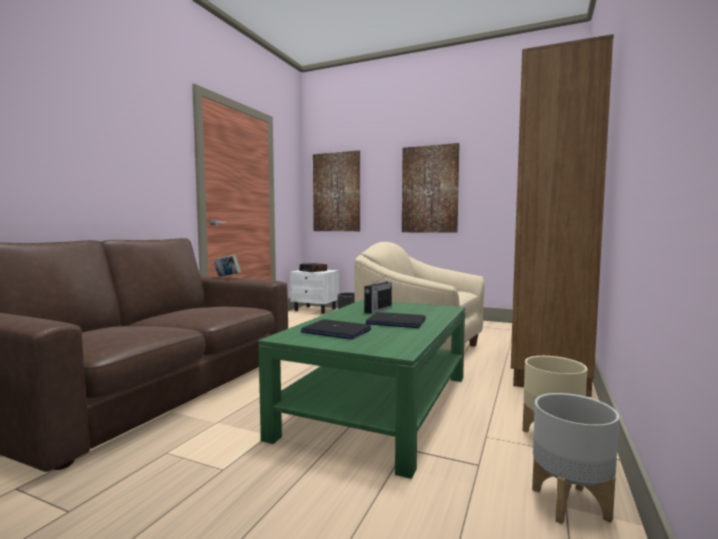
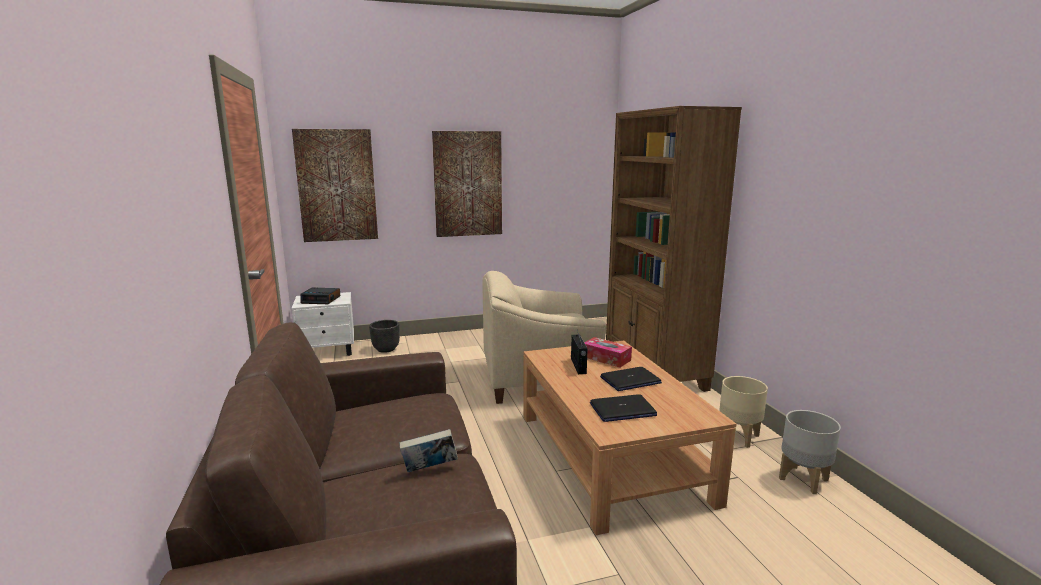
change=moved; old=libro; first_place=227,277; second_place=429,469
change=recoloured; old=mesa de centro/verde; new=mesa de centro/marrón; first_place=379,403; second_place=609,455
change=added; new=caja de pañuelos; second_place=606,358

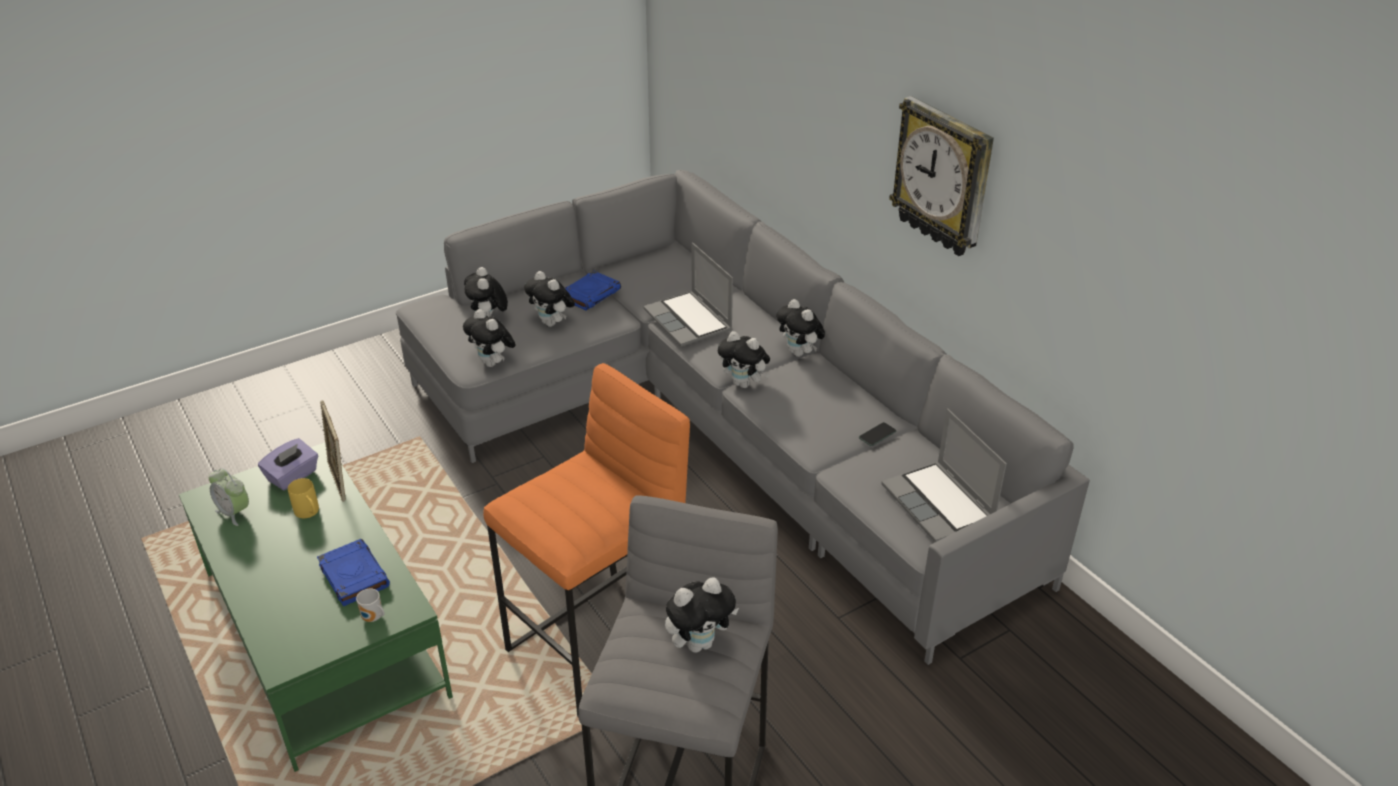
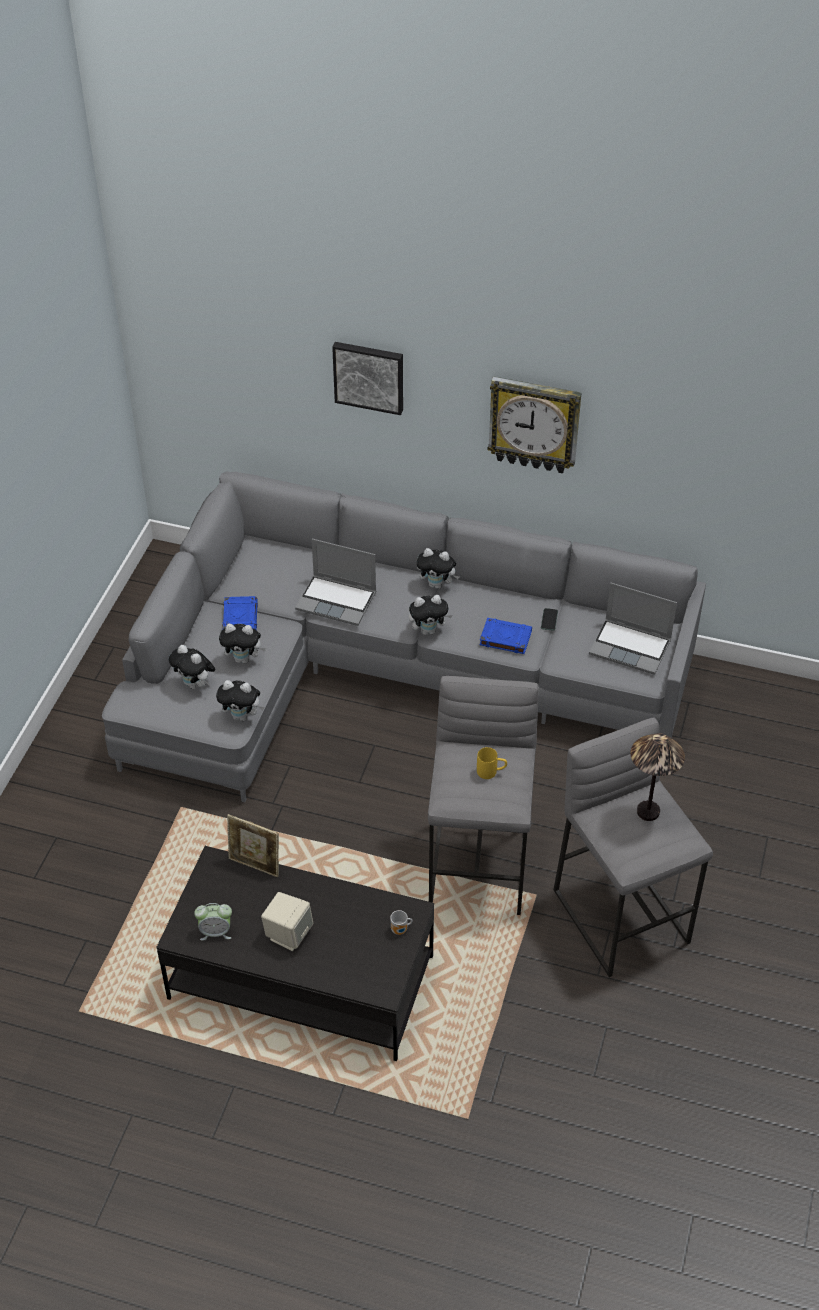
change=recoloured; old=mesa de centro/verde; new=mesa de centro/negro; first_place=324,634; second_place=302,977
change=removed; old=caja de pañuelos/morado; first_place=293,476
change=moved; old=taza grande/amarillo; first_place=309,513; second_place=491,772
change=moved; old=libro/azul; first_place=353,575; second_place=505,638
change=recoloured; old=taburete/naranja; new=taburete/gris; first_place=600,646; second_place=480,866
change=replaced; old=peluche; new=lámpara de mesa; first_place=699,643; second_place=647,811
change=added; new=altavoz/beis; second_place=288,934
change=added; new=cuadro; second_place=369,376

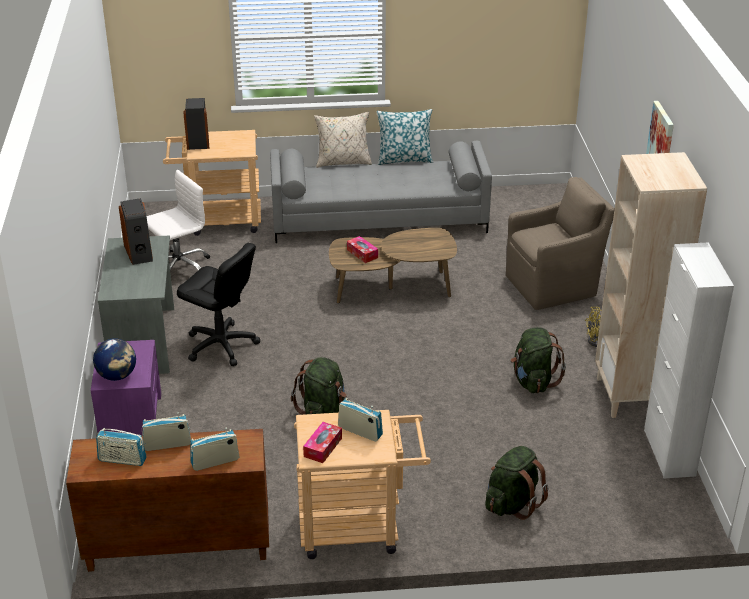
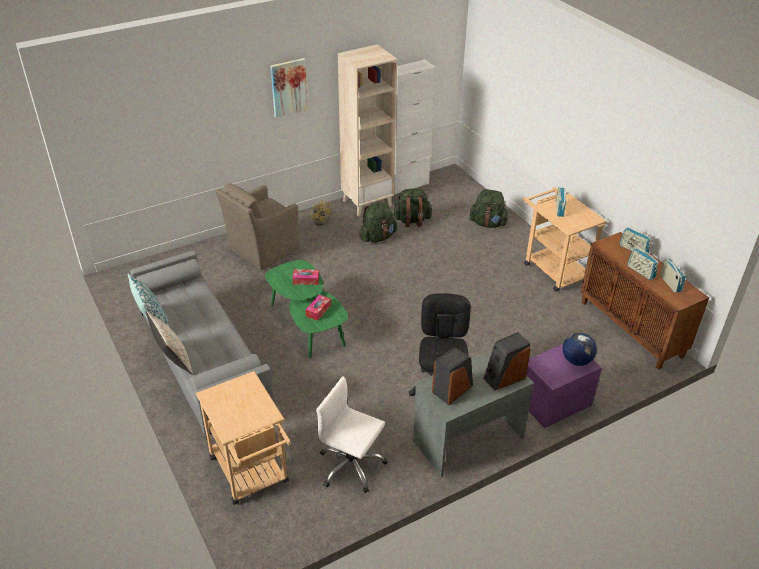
change=moved; old=altavoz; first_place=198,141; second_place=504,377
change=moved; old=mochila/verde; first_place=322,412; second_place=412,221
change=moved; old=caja de pañuelos; first_place=323,447; second_place=306,280
change=recoloured; old=mesa de centro/marrón; new=mesa de centro/verde; first_place=392,287; second_place=307,323
change=turned; old=sillón/marrón; first_place=553,285; second_place=262,250; degrees=-90

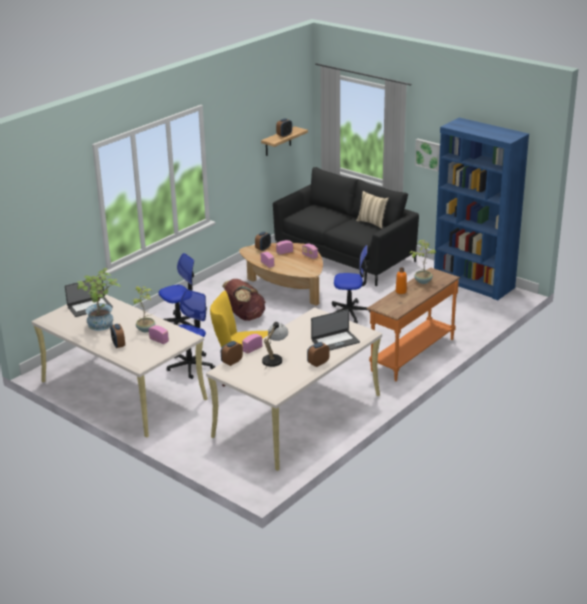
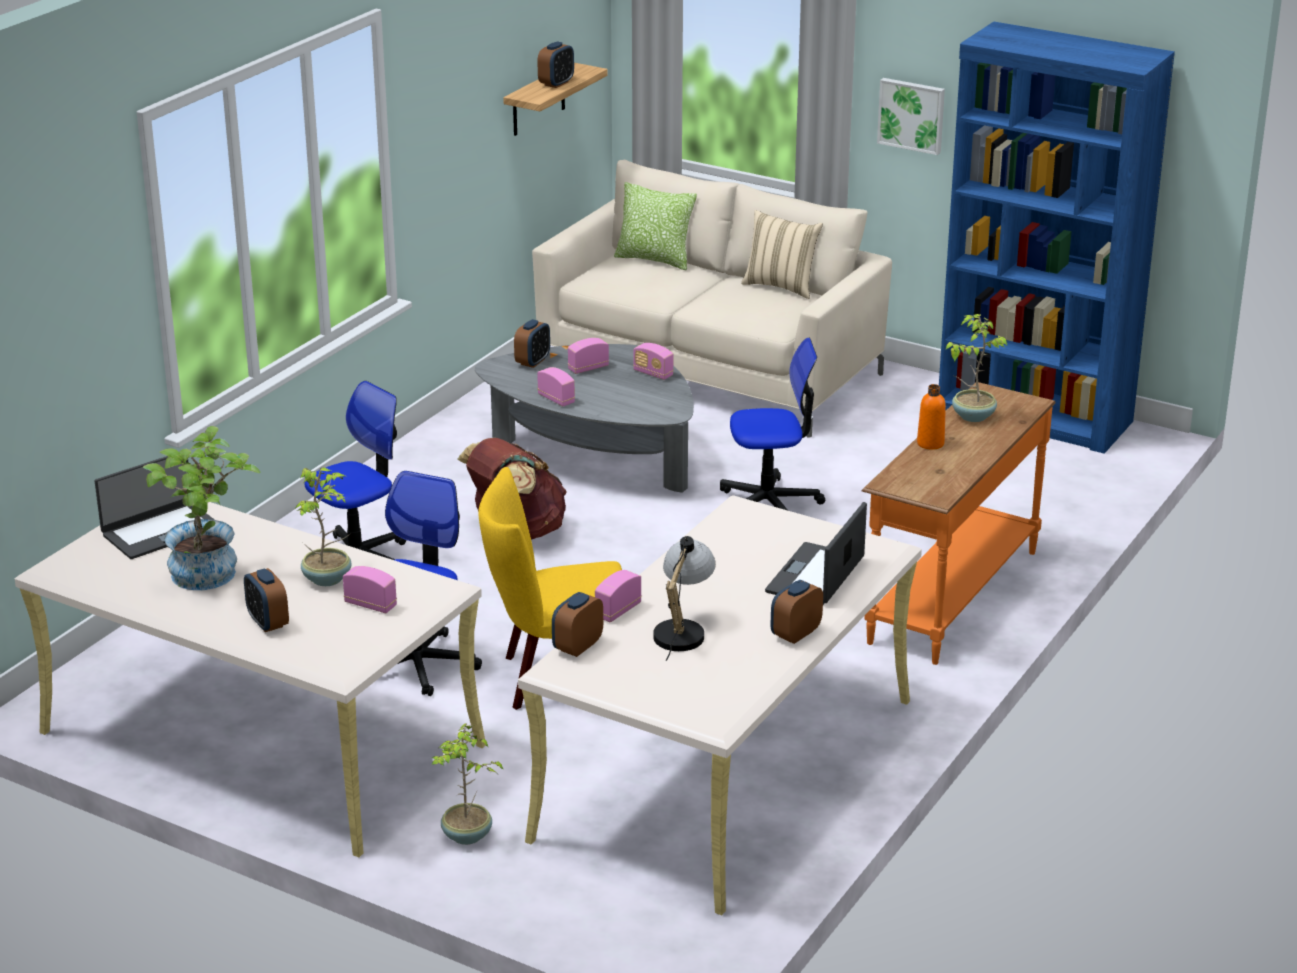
change=recoloured; old=mesa de centro/marrón; new=mesa de centro/gris; first_place=286,289; second_place=595,458
change=recoloured; old=sofá/negro; new=sofá/beis; first_place=344,255; second_place=710,370
change=turned; old=portátil; first_place=335,341; second_place=816,576; degrees=150
change=added; new=planta en maceta; second_place=466,836
change=added; new=cojín; second_place=655,259

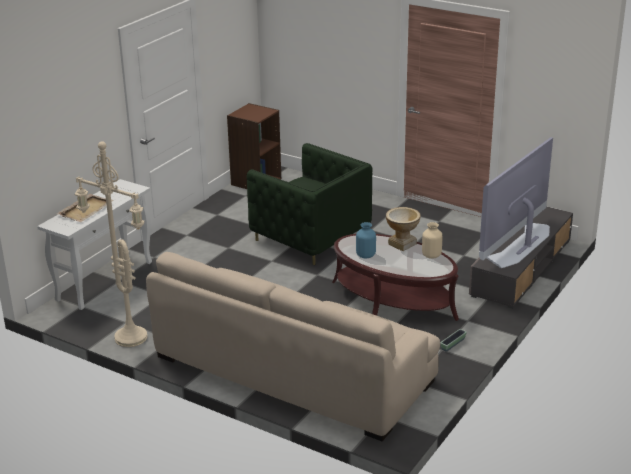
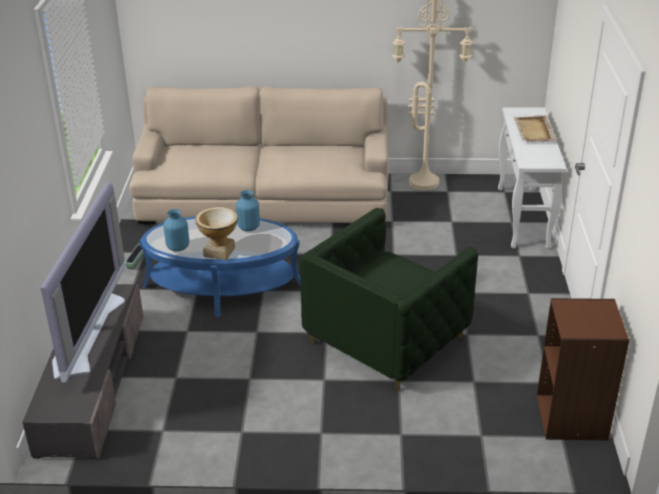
change=turned; old=sillón/verde; first_place=311,237; second_place=386,339; degrees=-60
change=recoloured; old=mesa de centro/marrón; new=mesa de centro/azul; first_place=393,300; second_place=223,287
change=recoloured; old=florero/beis; new=florero/azul; first_place=431,255; second_place=178,247

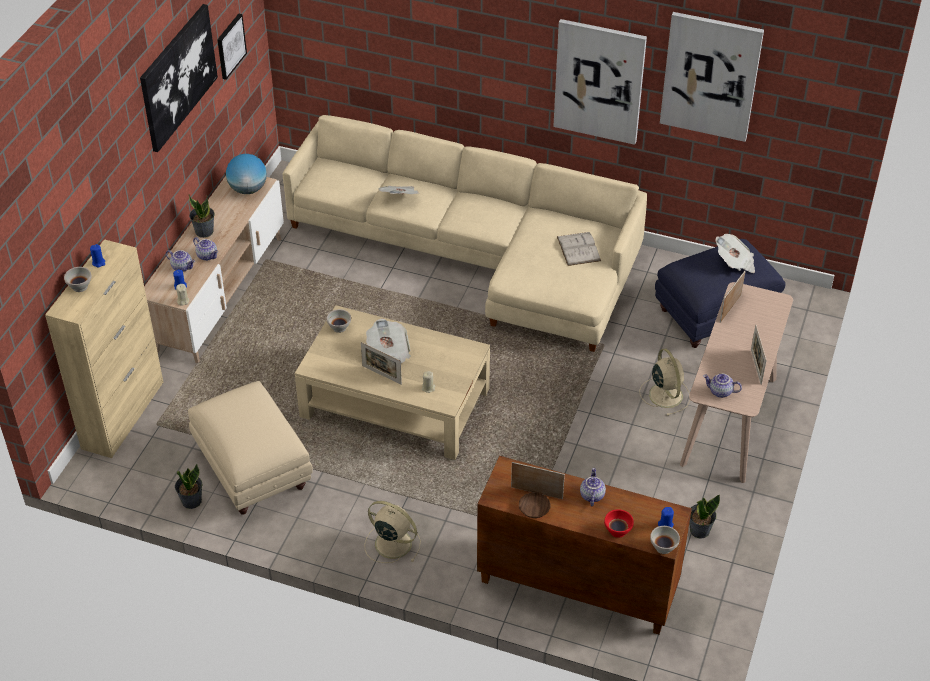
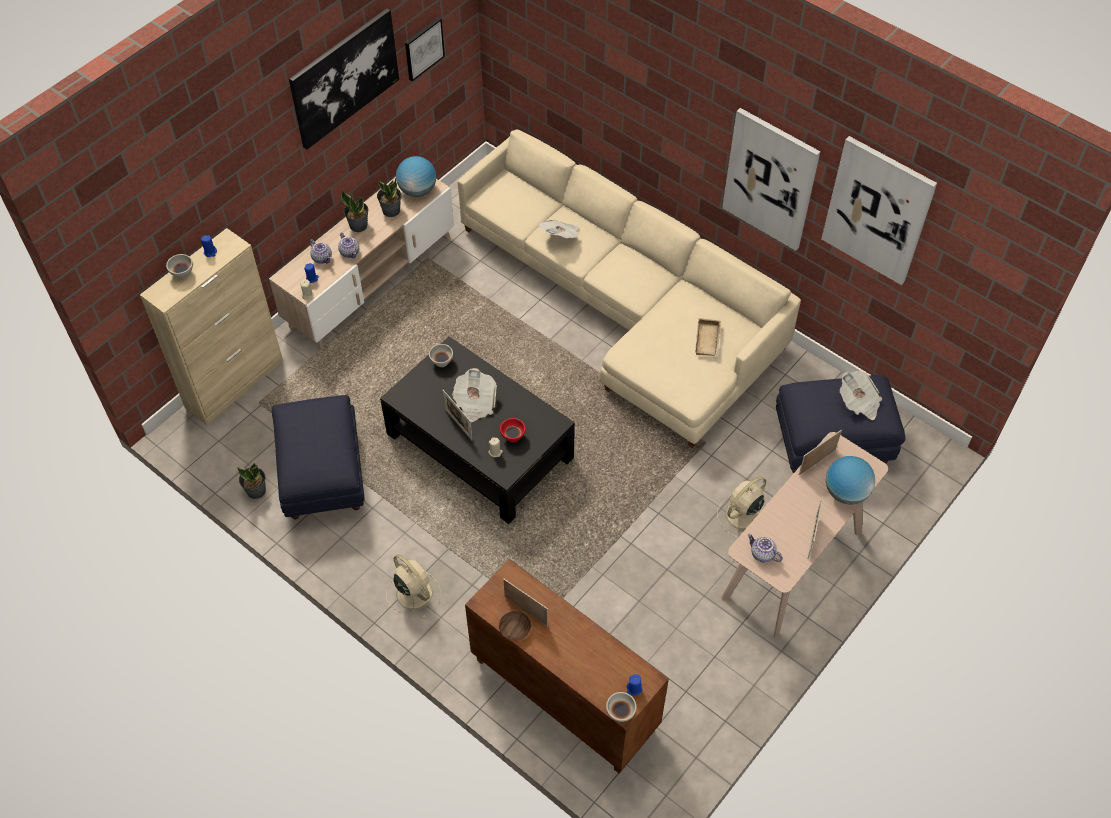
change=recoloured; old=puf/beis; new=puf/azul; first_place=254,470; second_place=323,476
change=recoloured; old=mesa de centro/beis; new=mesa de centro/negro; first_place=395,403; second_place=480,446
change=replaced; old=libro/blanco; new=bandeja/beis; first_place=578,248; second_place=708,340
change=removed; old=tetera; first_place=591,495
change=moved; old=cuenco/rojo; first_place=618,531; second_place=513,437
change=turned; old=ventilador/beis; first_place=665,394; second_place=741,515; degrees=-135
change=moved; old=planta en maceta; first_place=699,530; second_place=391,210
change=added; new=globo terráqueo; second_place=846,492

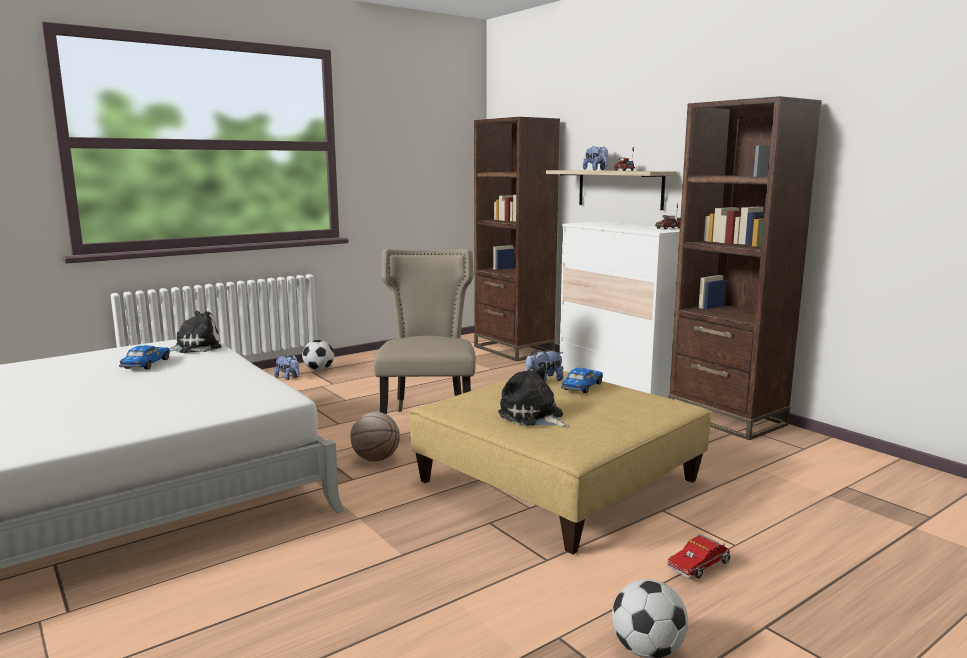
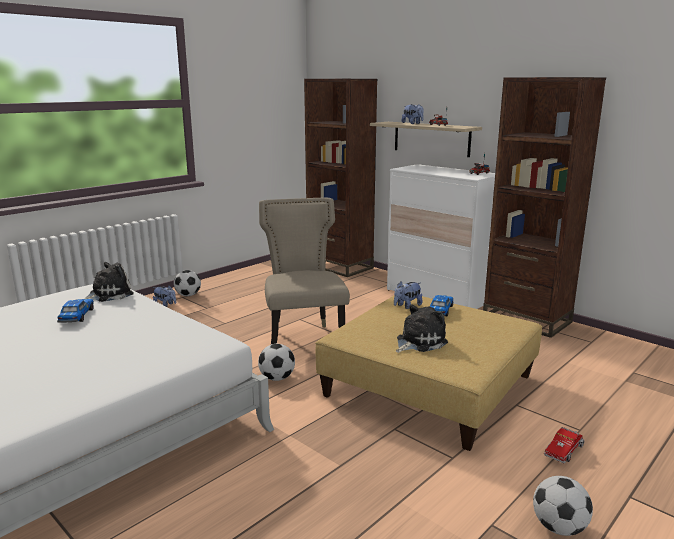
change=replaced; old=balón de baloncesto; new=balón de fútbol; first_place=376,459; second_place=277,378
change=turned; old=peluche; first_place=533,416; second_place=418,342; degrees=105

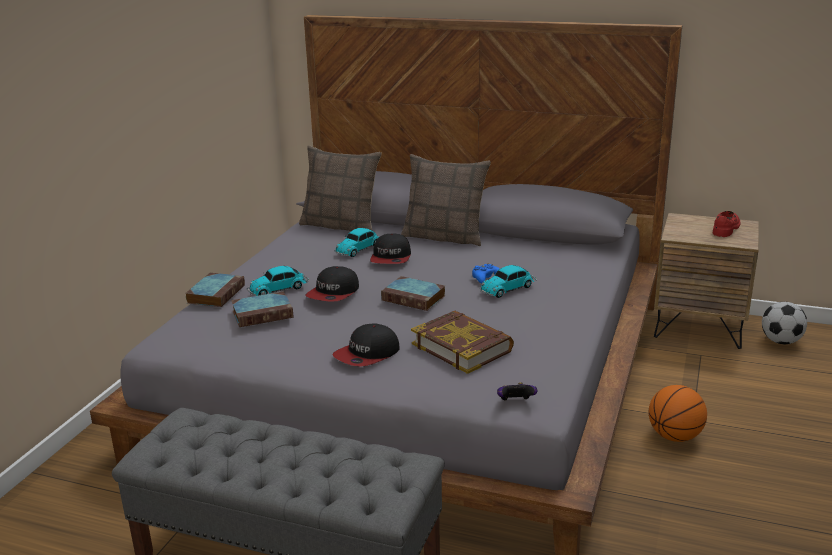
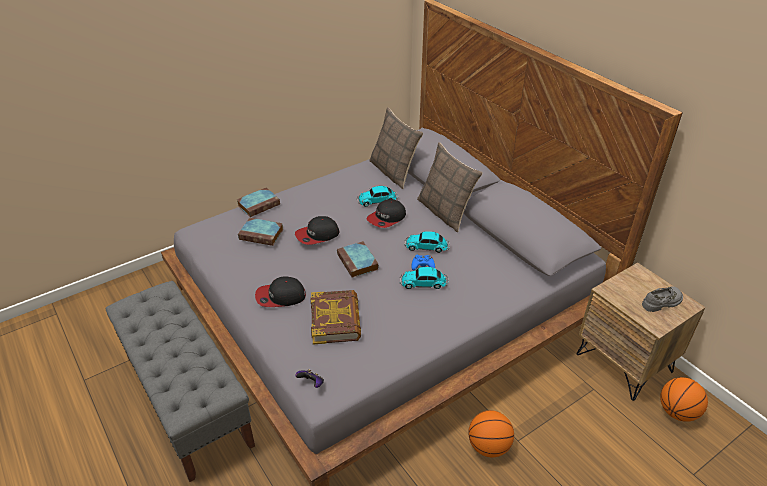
change=moved; old=coche de juguete; first_place=279,289; second_place=427,246
change=recoloured; old=zapato/rojo; new=zapato/gris; first_place=726,229; second_place=662,302
change=replaced; old=balón de fútbol; new=balón de baloncesto; first_place=781,341; second_place=677,412

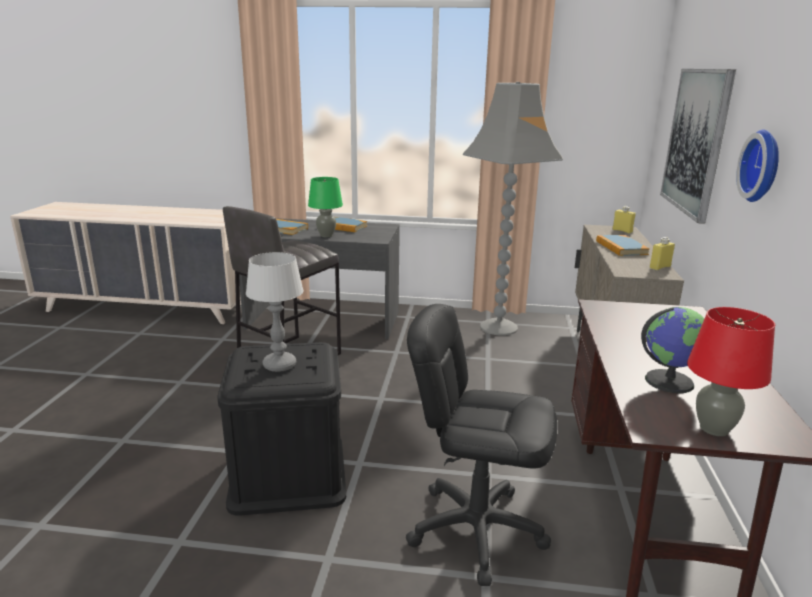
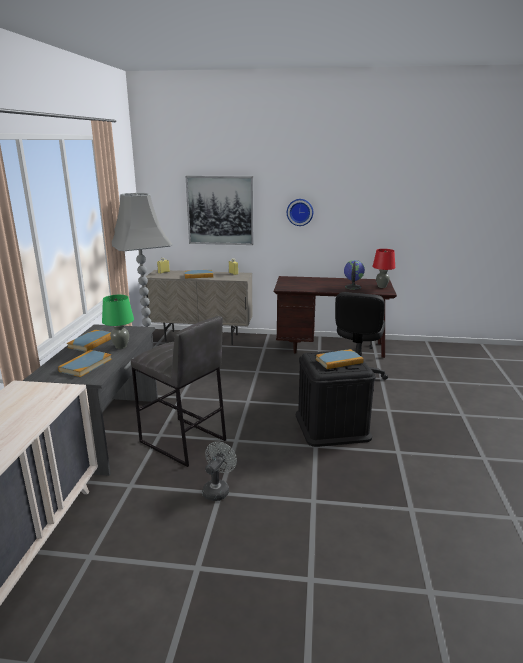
change=replaced; old=lámpara de mesa; new=libro; first_place=279,365; second_place=339,361
change=added; new=ventilador/gris; second_place=218,489

